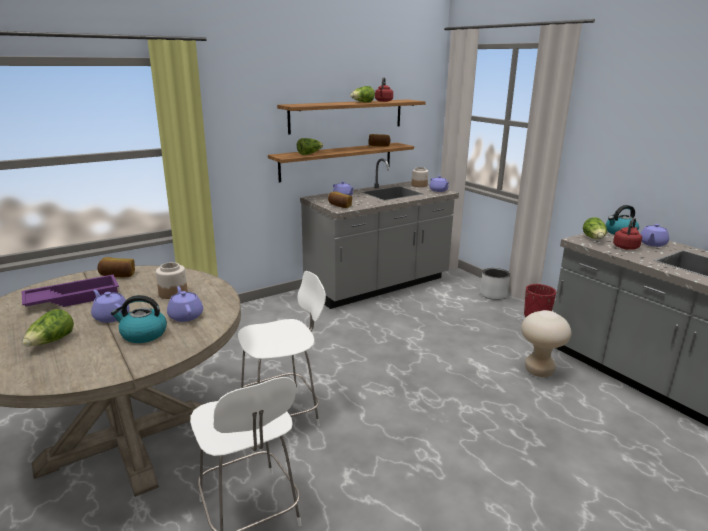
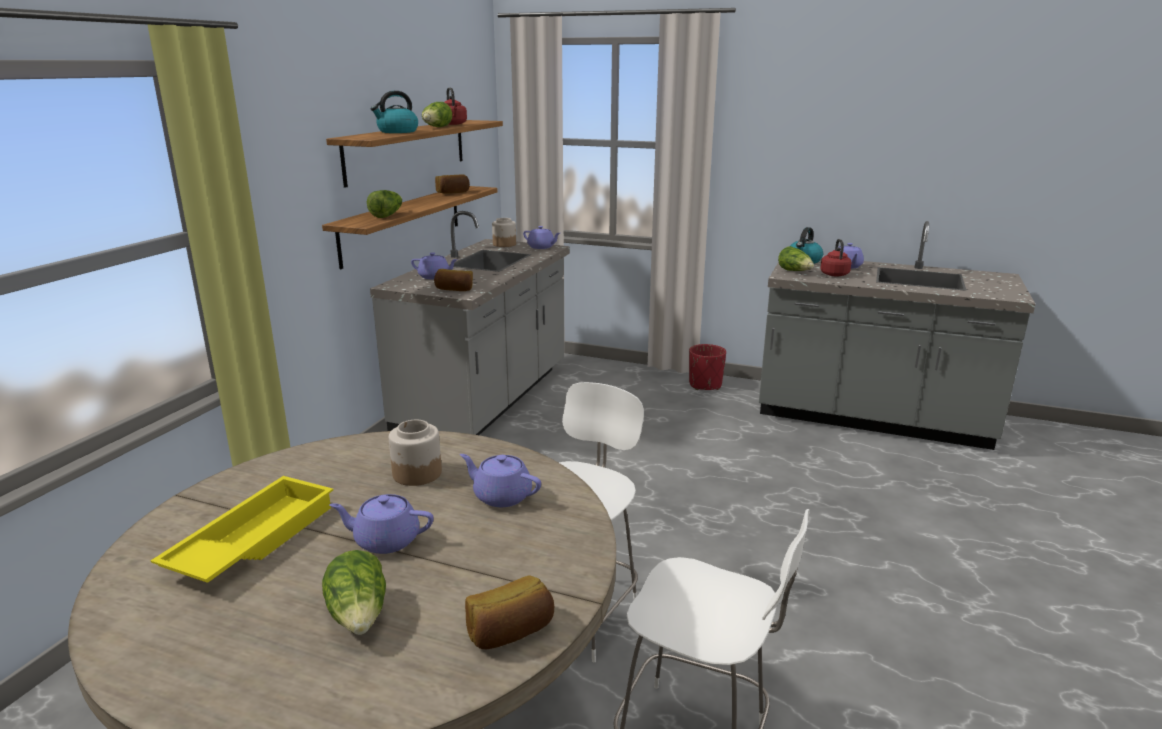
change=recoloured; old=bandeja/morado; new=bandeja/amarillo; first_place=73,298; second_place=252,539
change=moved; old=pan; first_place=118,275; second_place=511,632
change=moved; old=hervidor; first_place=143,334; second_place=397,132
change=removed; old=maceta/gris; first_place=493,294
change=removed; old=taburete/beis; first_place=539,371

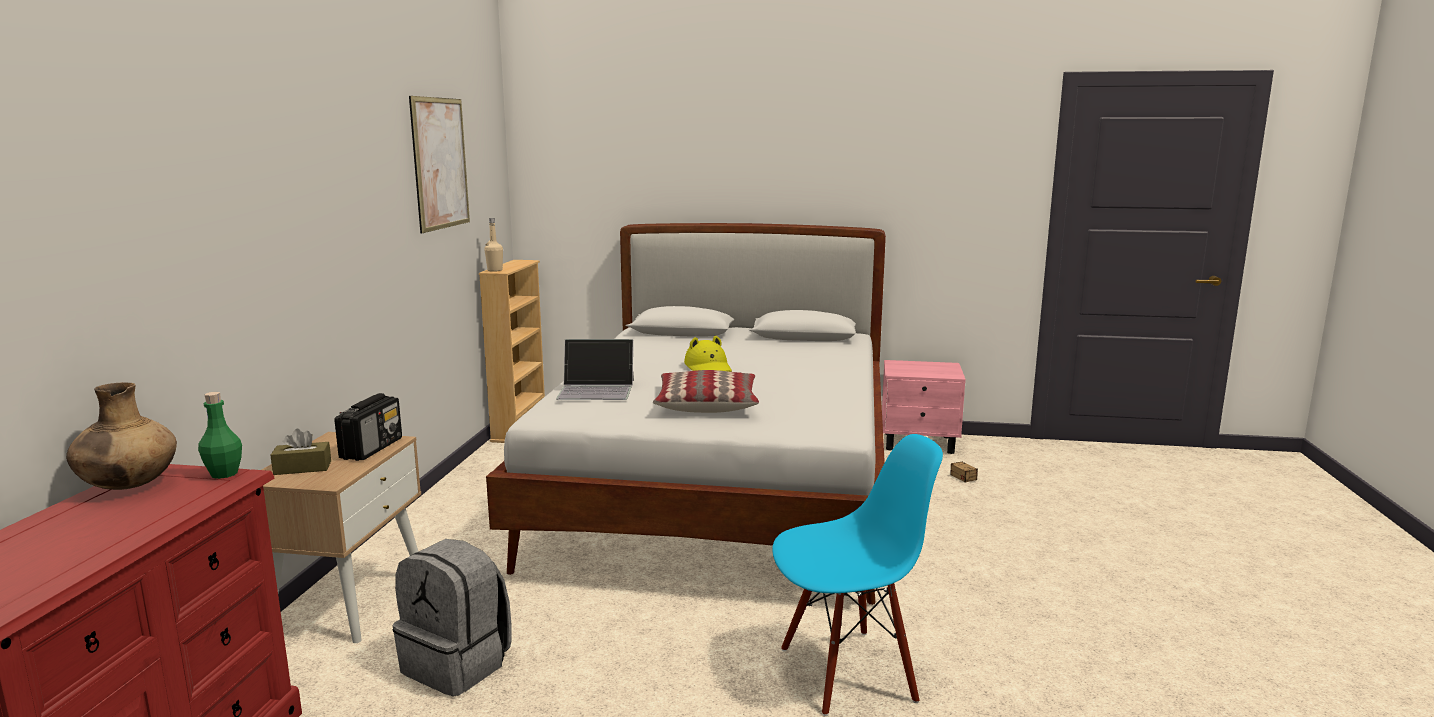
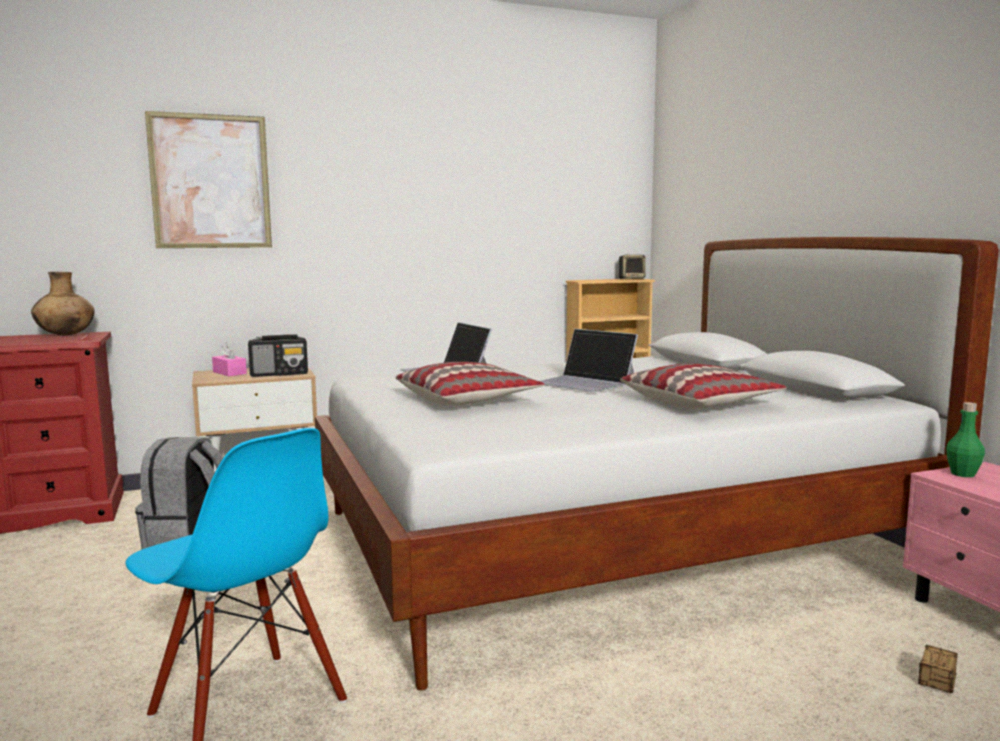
change=moved; old=botella/verde; first_place=224,474; second_place=962,474
change=recoloured; old=caja de pañuelos/marrón; new=caja de pañuelos/rosa; first_place=302,468; second_place=229,373
change=moved; old=cuadro; first_place=440,163; second_place=210,182
change=removed; old=botella/beis; first_place=495,270
change=replaced; old=sombrero/amarillo; new=portátil; first_place=708,367; second_place=585,382
change=added; new=altavoz; second_place=631,278
change=added; new=cojín; second_place=700,402

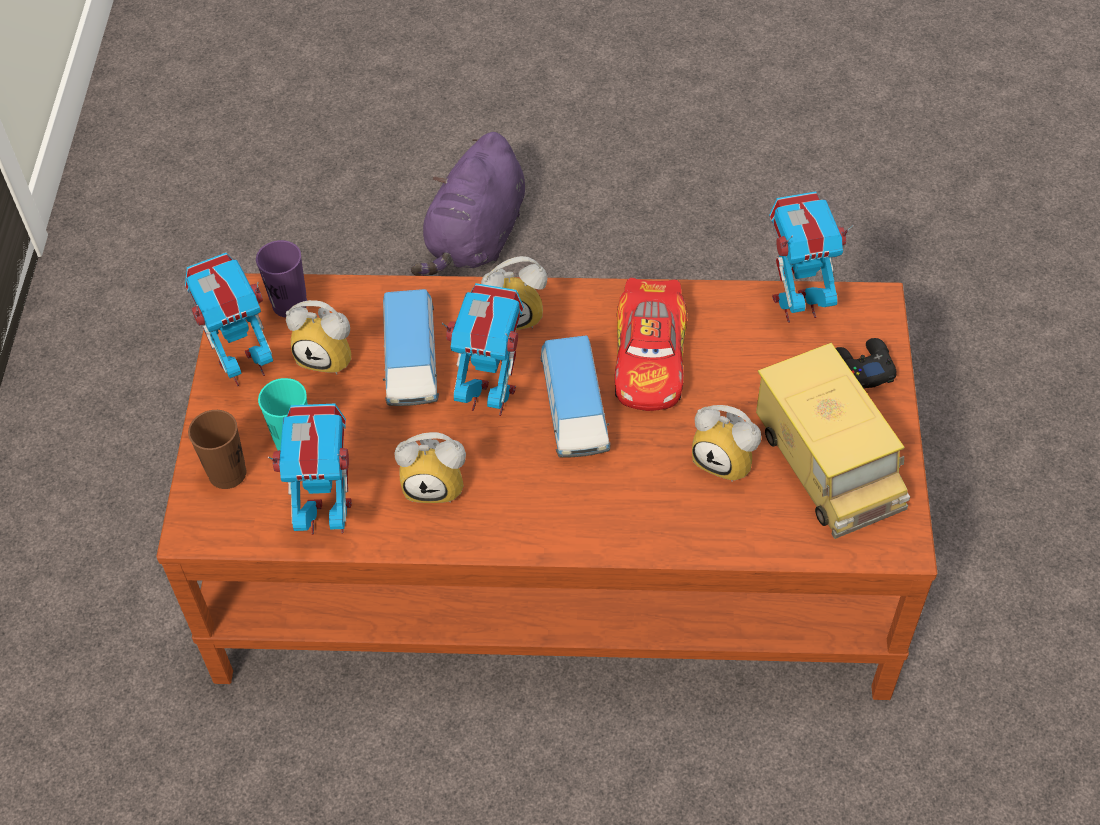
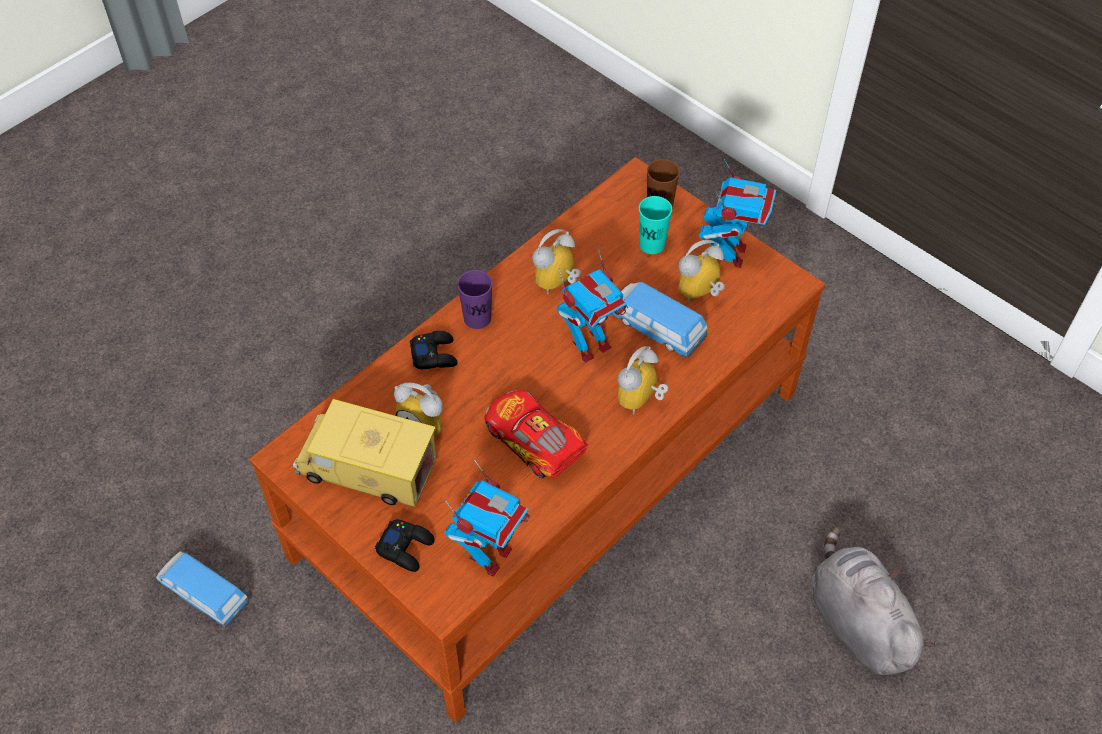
change=moved; old=taza/morado; first_place=289,304; second_place=477,318
change=removed; old=robot de juguete; first_place=328,516
change=recoloured; old=peluche/morado; new=peluche/gris; first_place=476,238; second_place=857,622
change=moved; old=coche de juguete; first_place=574,410; second_place=204,594
change=turned; old=despertador; first_place=727,459; second_place=426,422; degrees=-135
change=added; new=mando de consola/negro; second_place=434,354

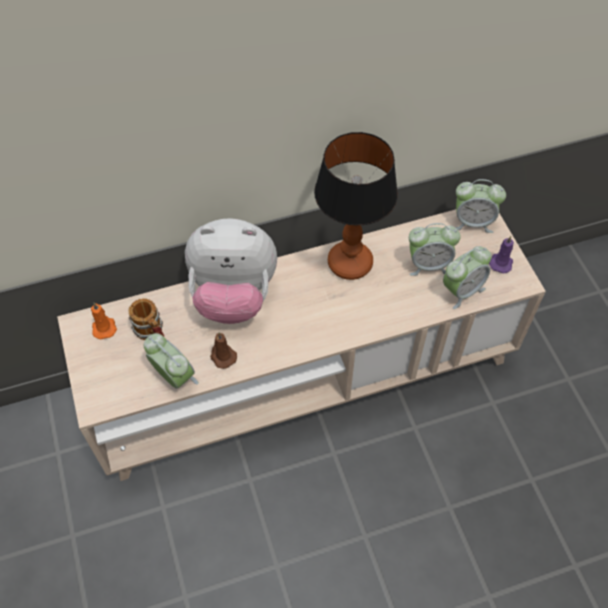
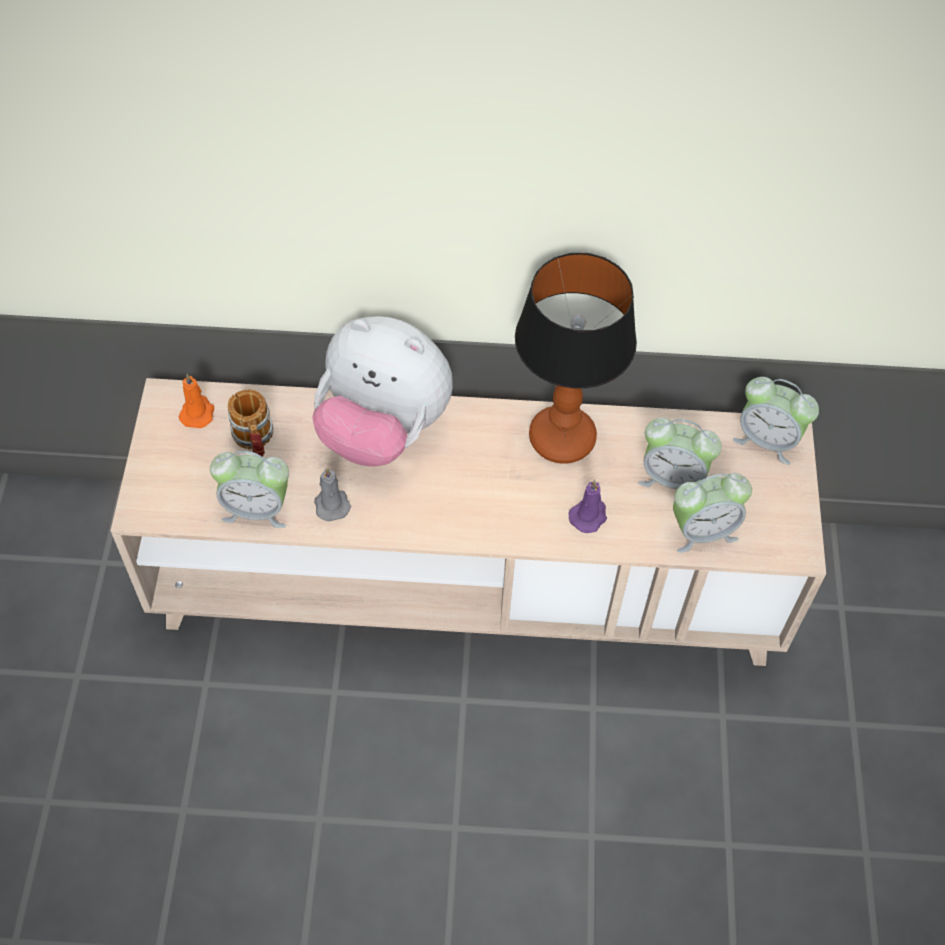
change=turned; old=despertador; first_place=174,377; second_place=257,509; degrees=120
change=recoloured; old=vela/marrón; new=vela/gris; first_place=222,356; second_place=331,503
change=moved; old=vela/morado; first_place=501,262; second_place=589,516

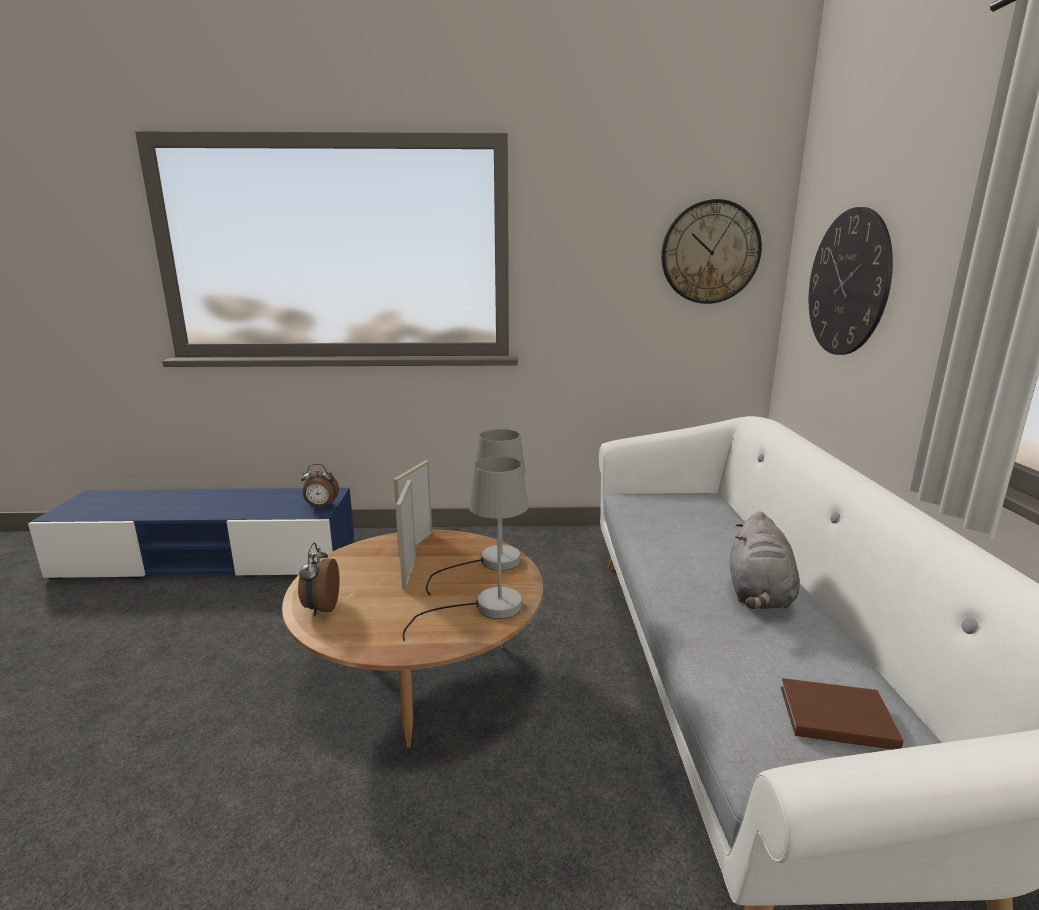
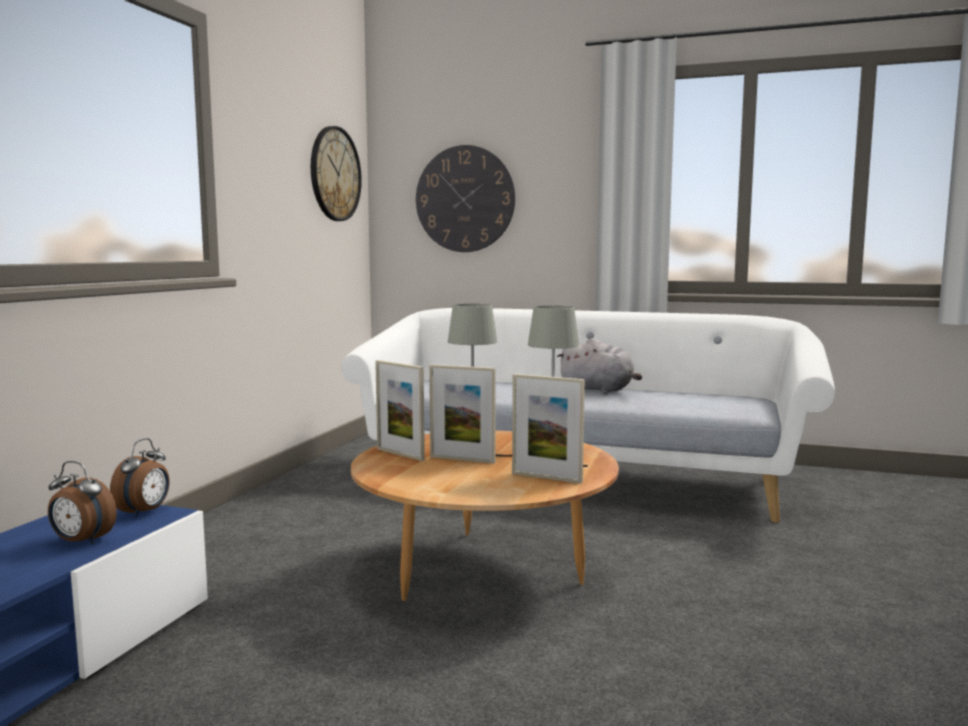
change=moved; old=despertador; first_place=321,608; second_place=81,542
change=removed; old=libro/marrón; first_place=833,715
change=added; new=portarretratos; second_place=546,478

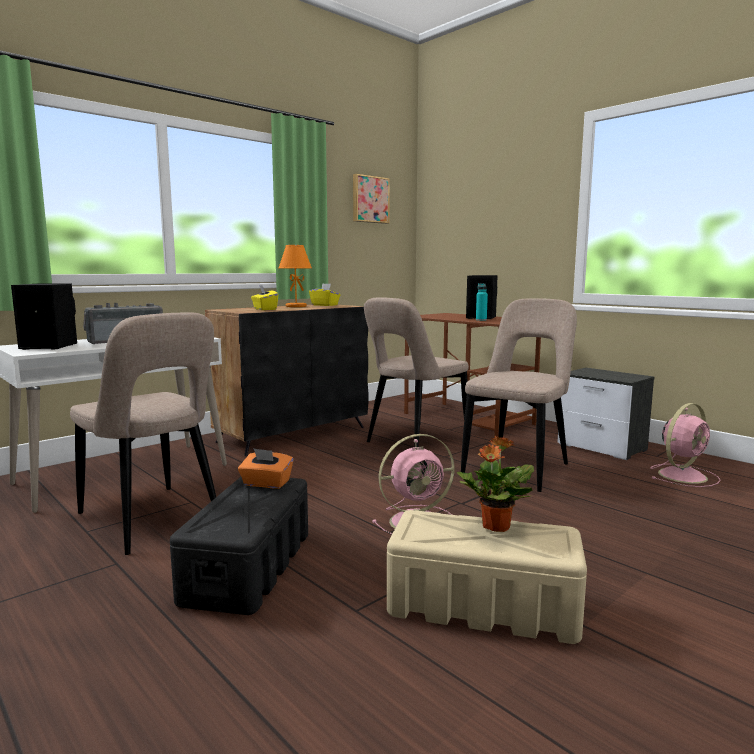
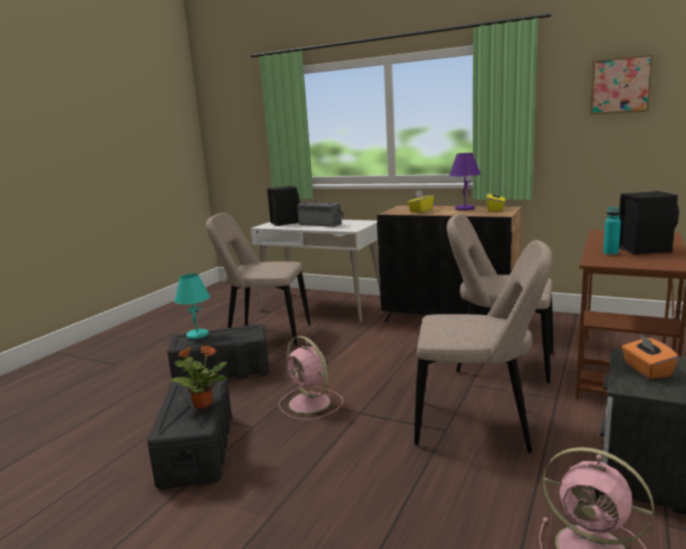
change=turned; old=silla/beis; first_place=153,521; second_place=265,334; degrees=75
change=moved; old=caja de pañuelos/naranja; first_place=266,483; second_place=646,370
change=recoloured; old=lámpara de mesa/naranja; new=lámpara de mesa/morado; first_place=295,306; second_place=464,209
change=recoloured; old=caja de almacenaje/beis; new=caja de almacenaje/negro; first_place=481,605; second_place=197,448
change=added; new=lámpara de mesa/turquesa; second_place=197,335

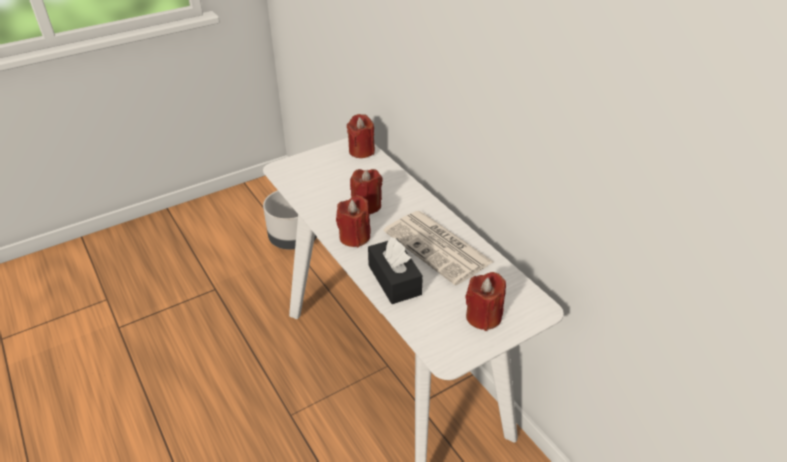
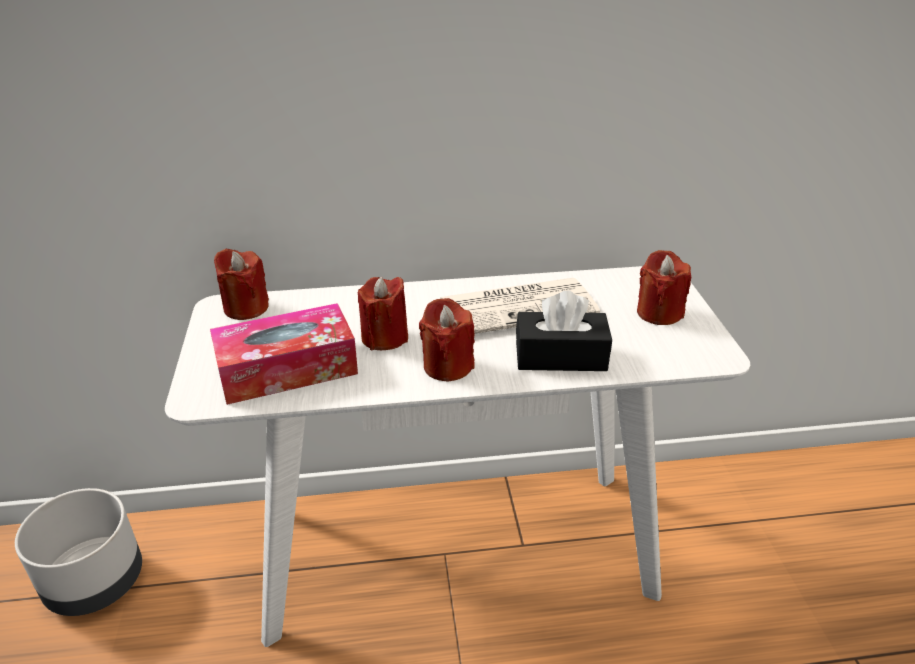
change=added; new=caja de pañuelos; second_place=287,369

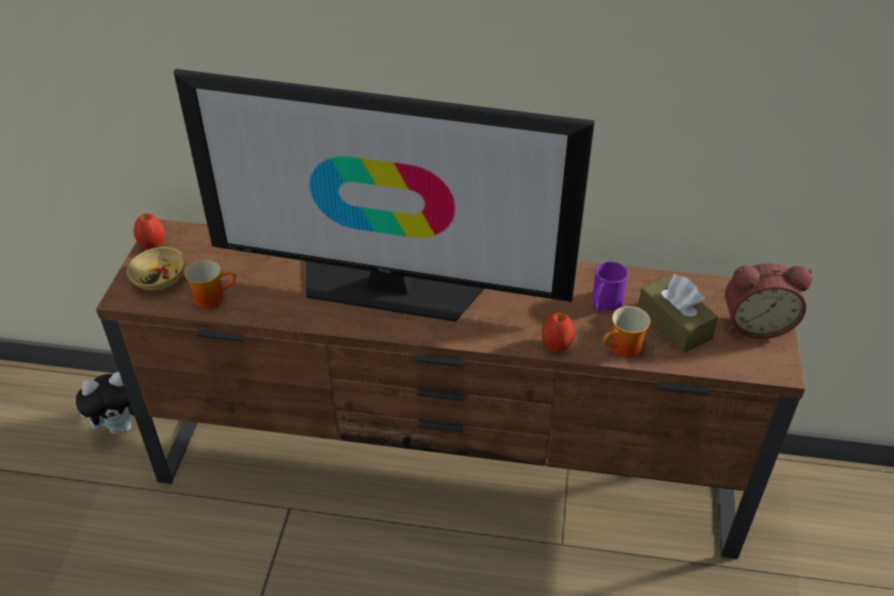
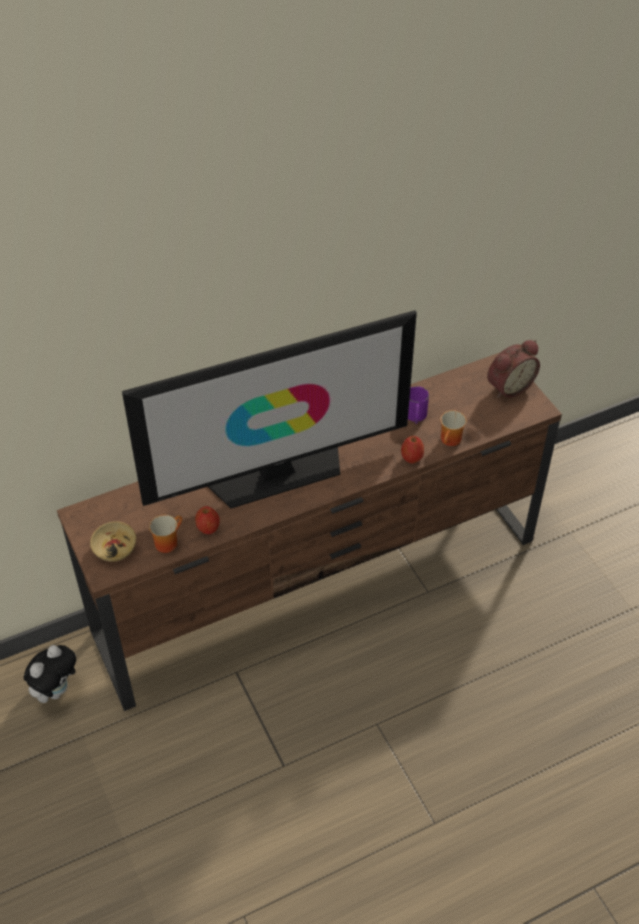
change=moved; old=manzana; first_place=152,244; second_place=208,528
change=removed; old=caja de pañuelos/marrón; first_place=674,324

